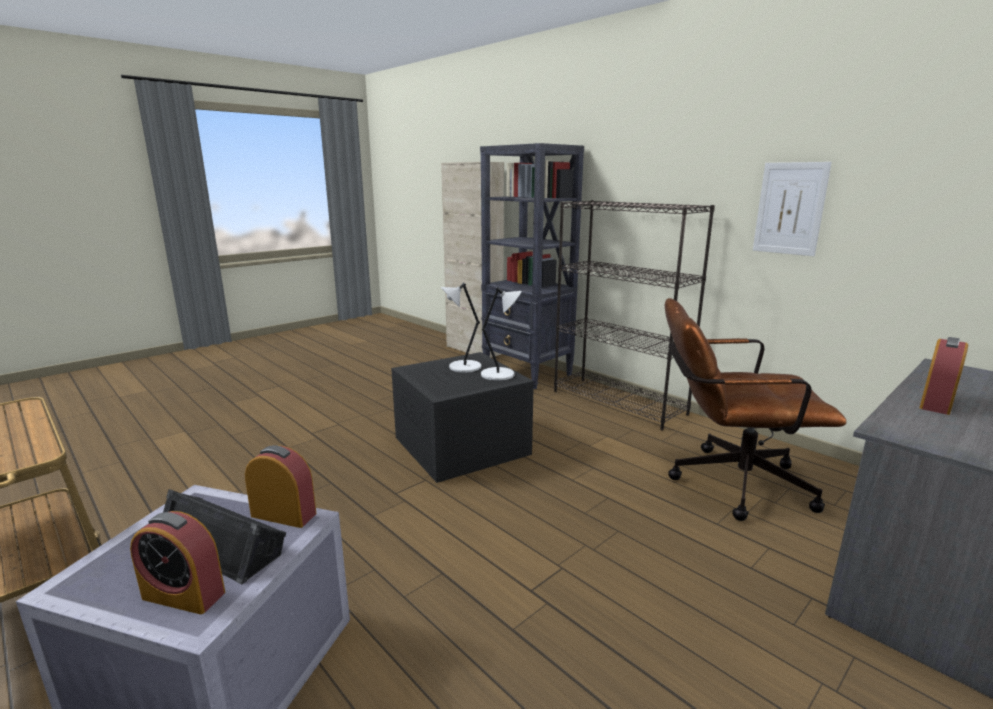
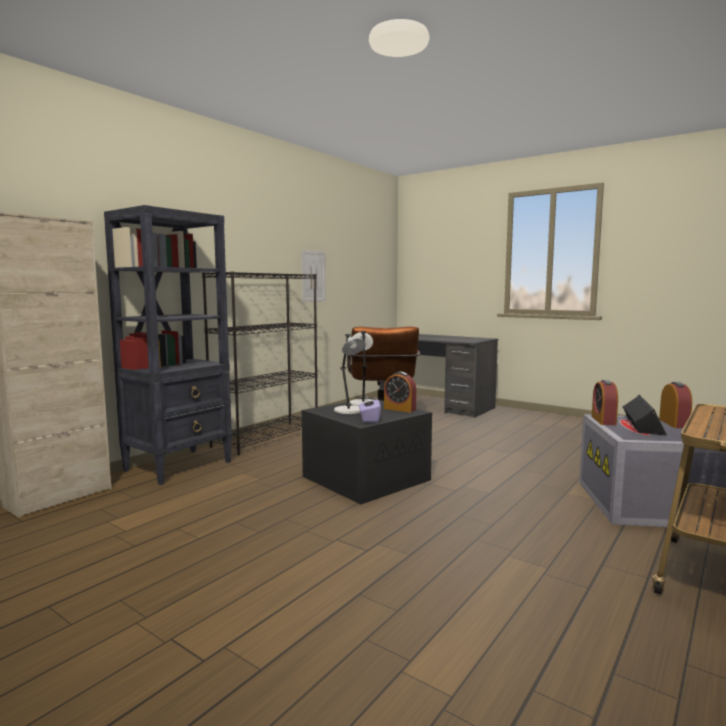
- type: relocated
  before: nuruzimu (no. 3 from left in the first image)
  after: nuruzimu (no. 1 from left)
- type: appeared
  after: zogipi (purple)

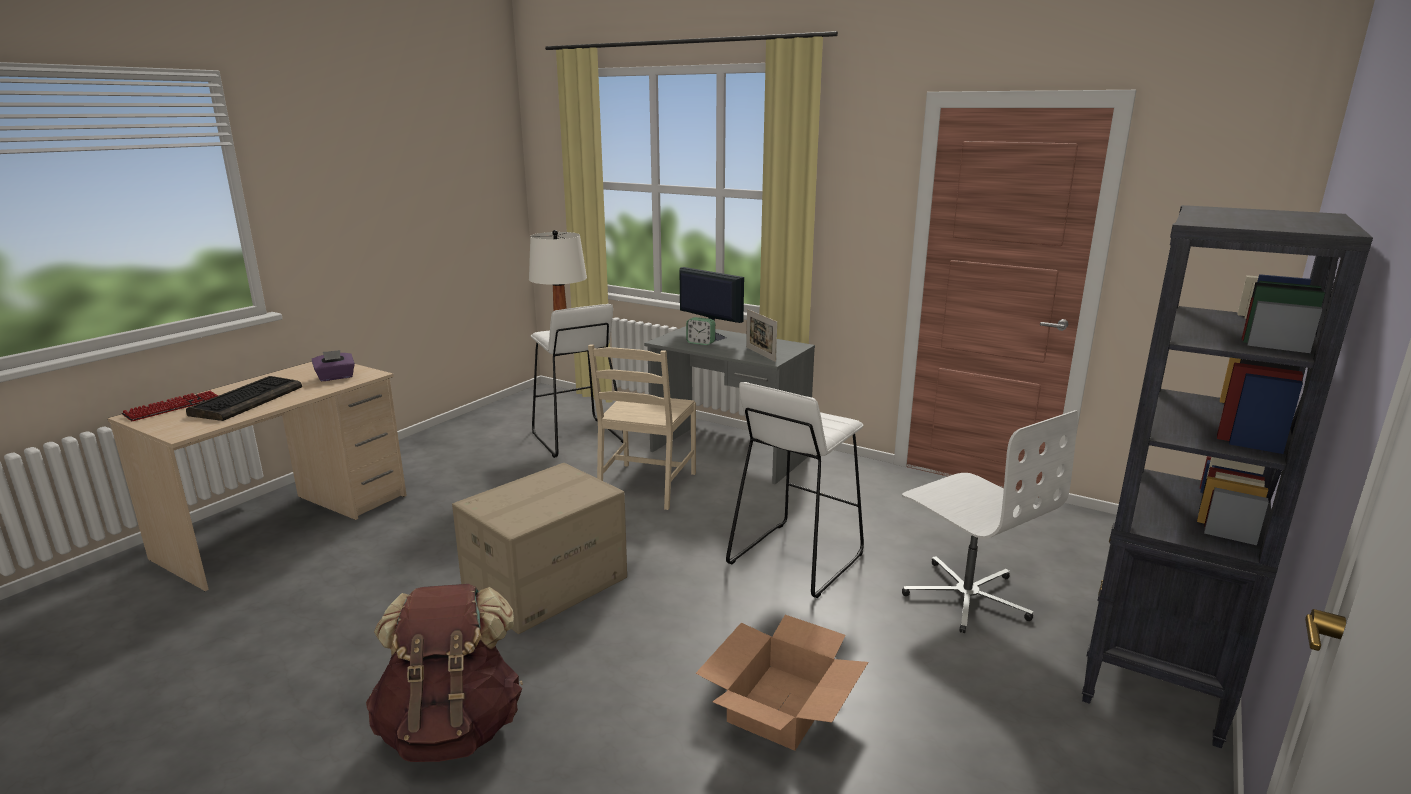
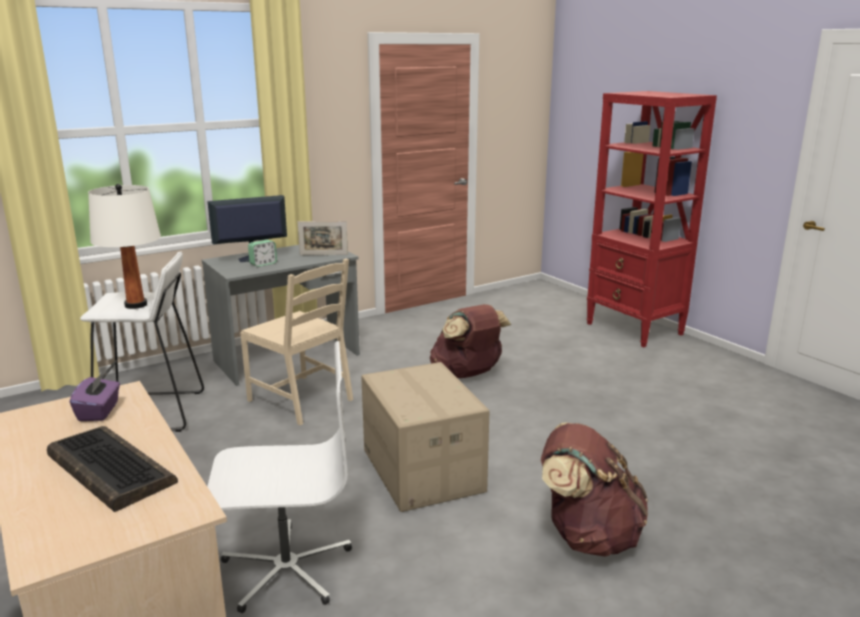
- type: missing
  before: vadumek (no. 1 from left)
- type: missing
  before: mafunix (no. 2 from left)
- type: exchanged
  before: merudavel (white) (no. 2 from left)
  after: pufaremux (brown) (no. 1 from left)
- type: relocated
  before: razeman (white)
- type: colour
  before: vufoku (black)
  after: vufoku (red)

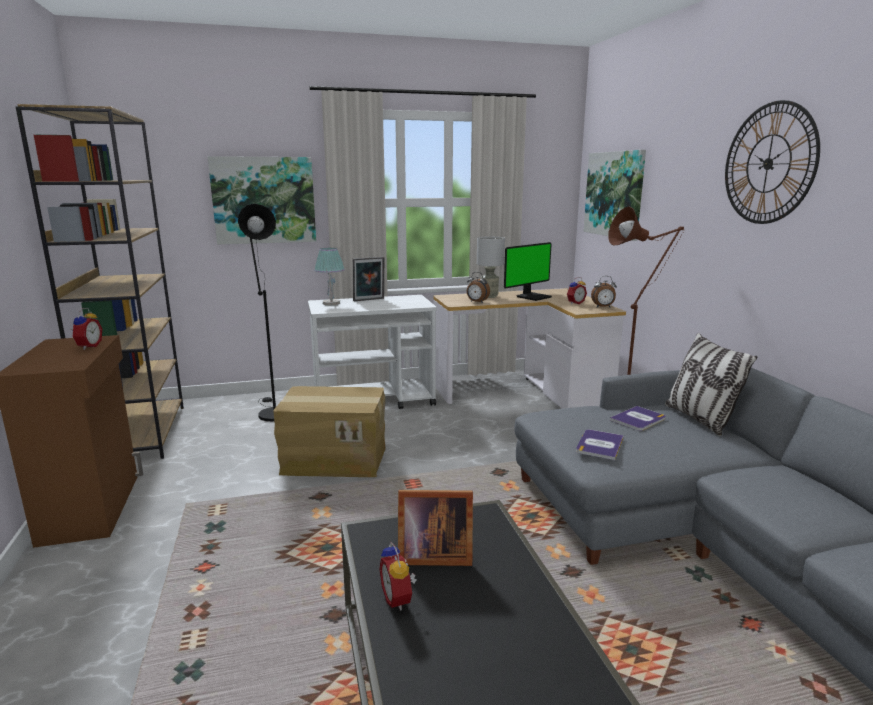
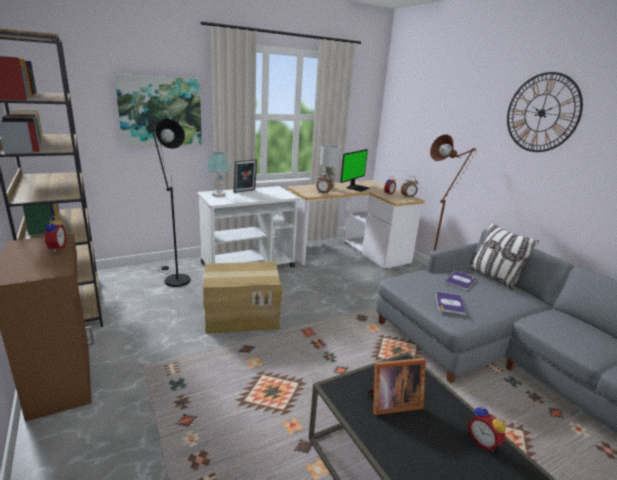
- type: relocated
  before: nuruzimu (no. 2 from left in the first image)
  after: nuruzimu (no. 5 from left)
- type: missing
  before: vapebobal (no. 2 from left)

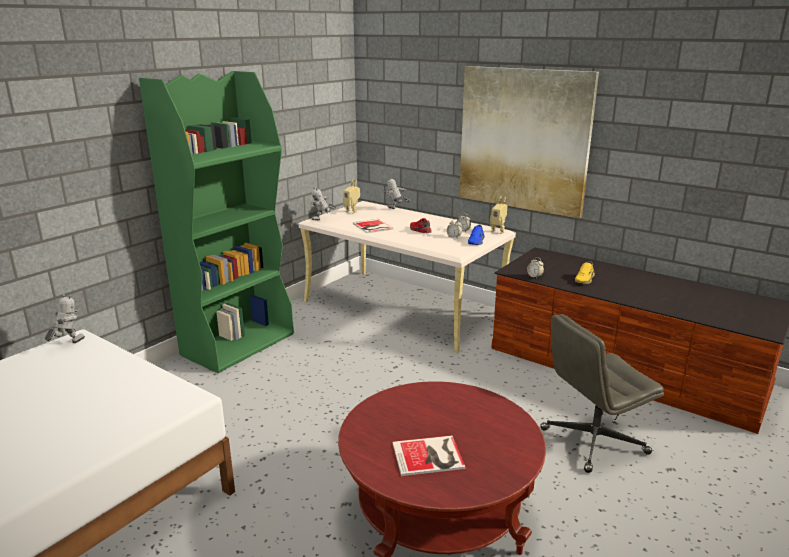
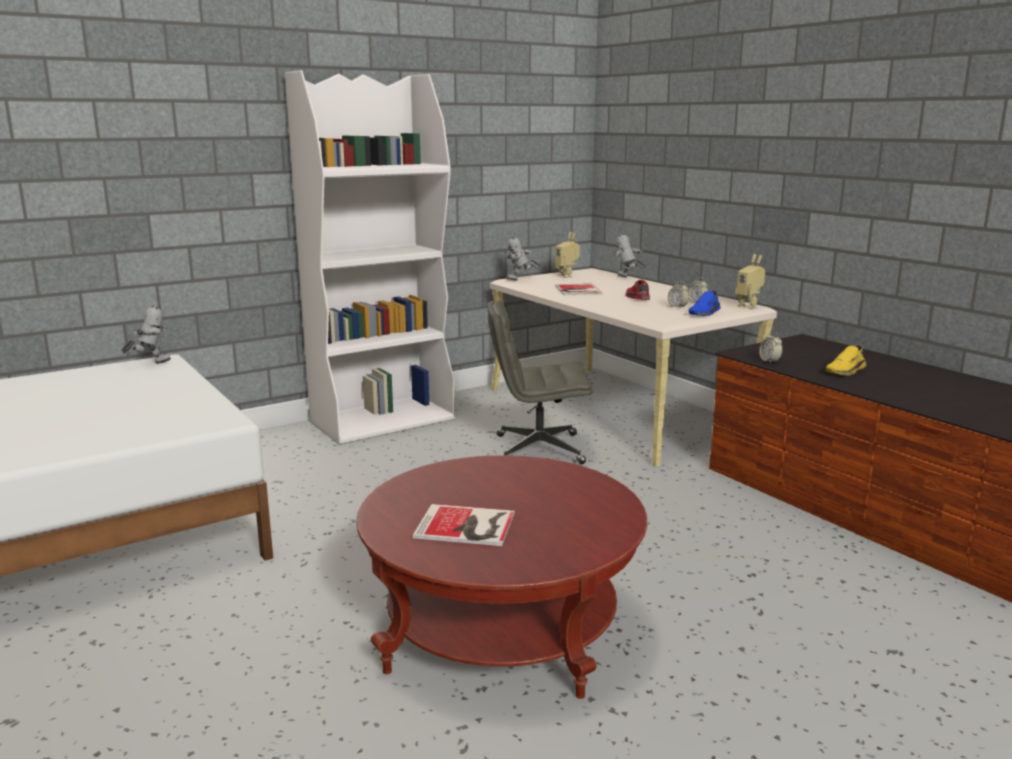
- type: colour
  before: vufoku (green)
  after: vufoku (white)
- type: missing
  before: vapebobal
- type: relocated
  before: razeman (grey)

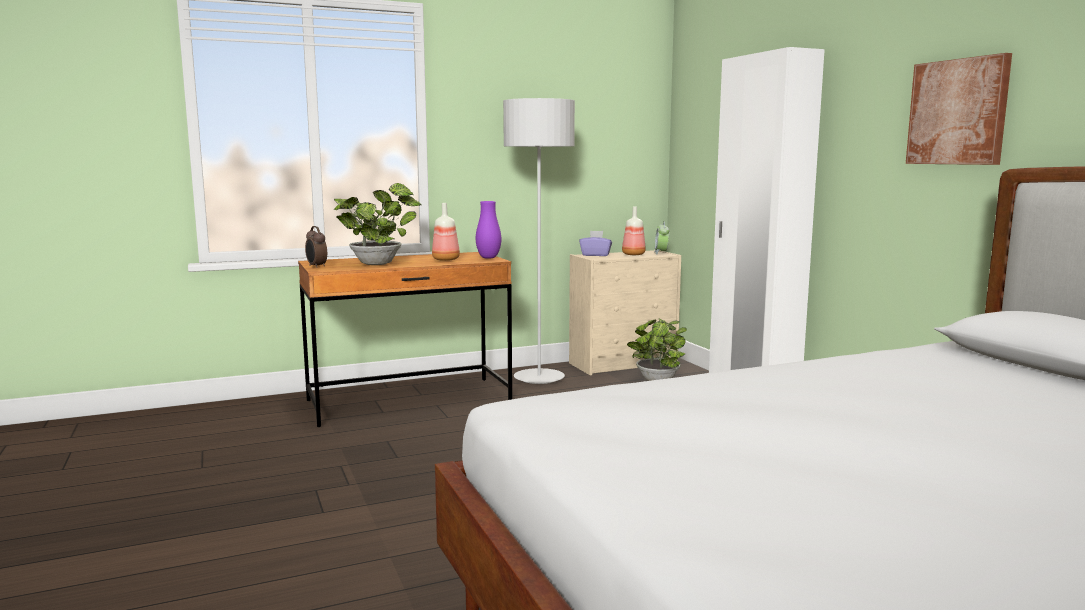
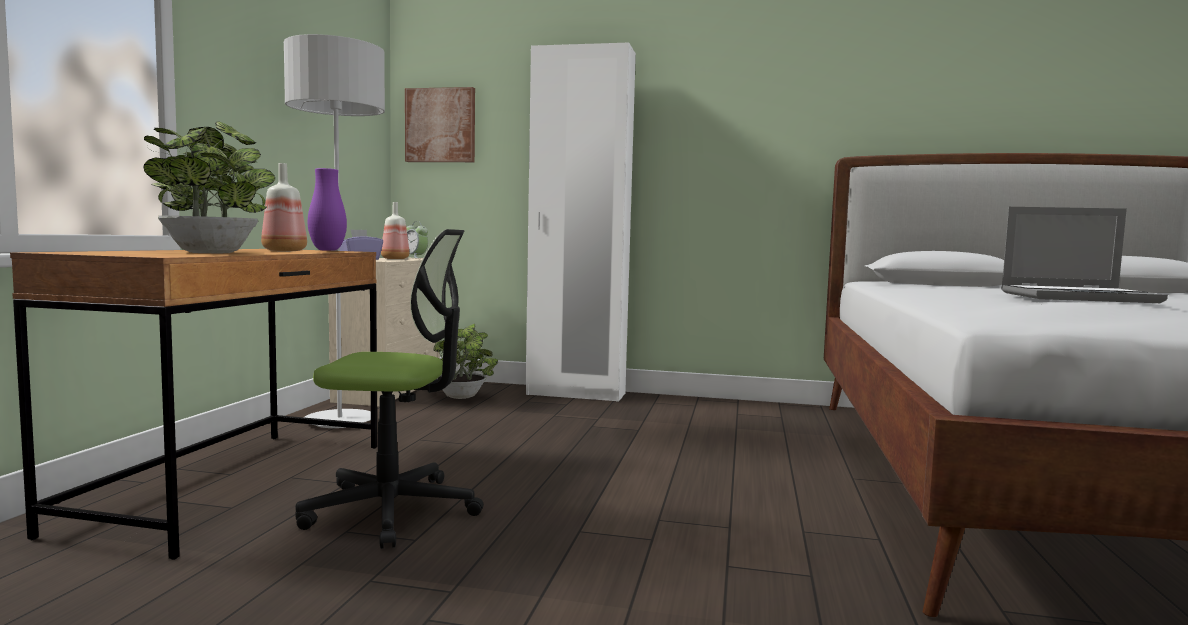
- type: missing
  before: nuruzimu (no. 1 from left)
- type: relocated
  before: vapebobal
- type: appeared
  after: razeman
- type: appeared
  after: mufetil

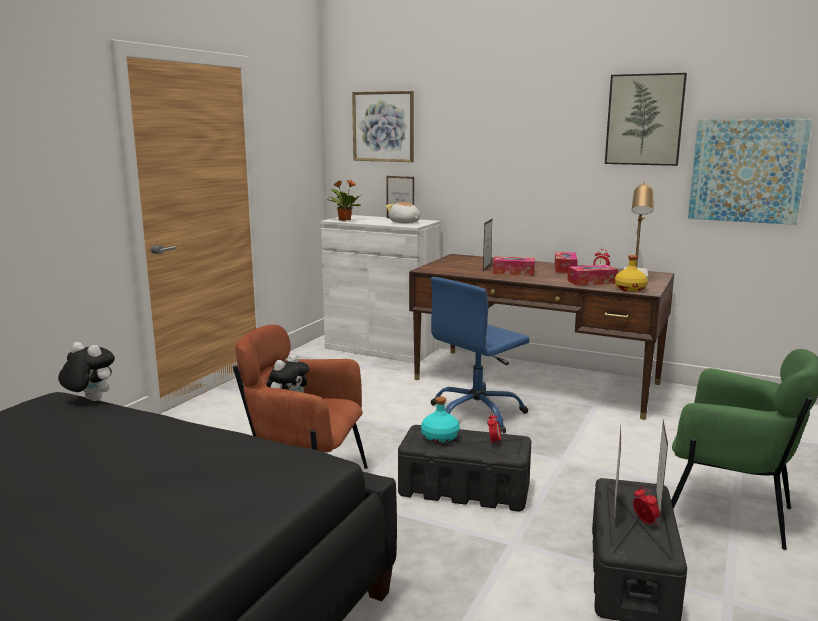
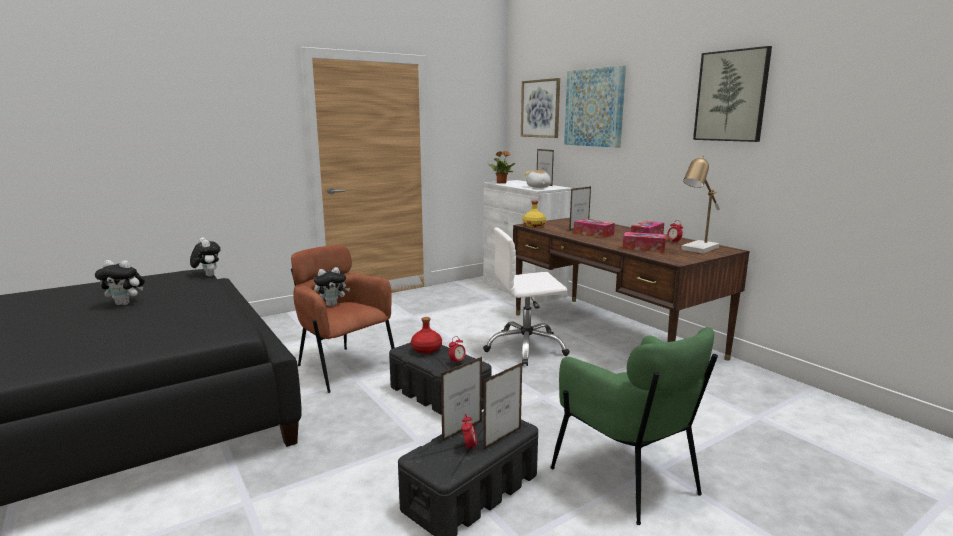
- type: colour
  before: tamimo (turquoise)
  after: tamimo (red)
- type: colour
  before: razeman (blue)
  after: razeman (white)
- type: relocated
  before: tamimo (yellow)
- type: relocated
  before: vapebobal (no. 3 from left in the first image)
  after: vapebobal (no. 2 from left)
- type: appeared
  after: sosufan (no. 1 from left)

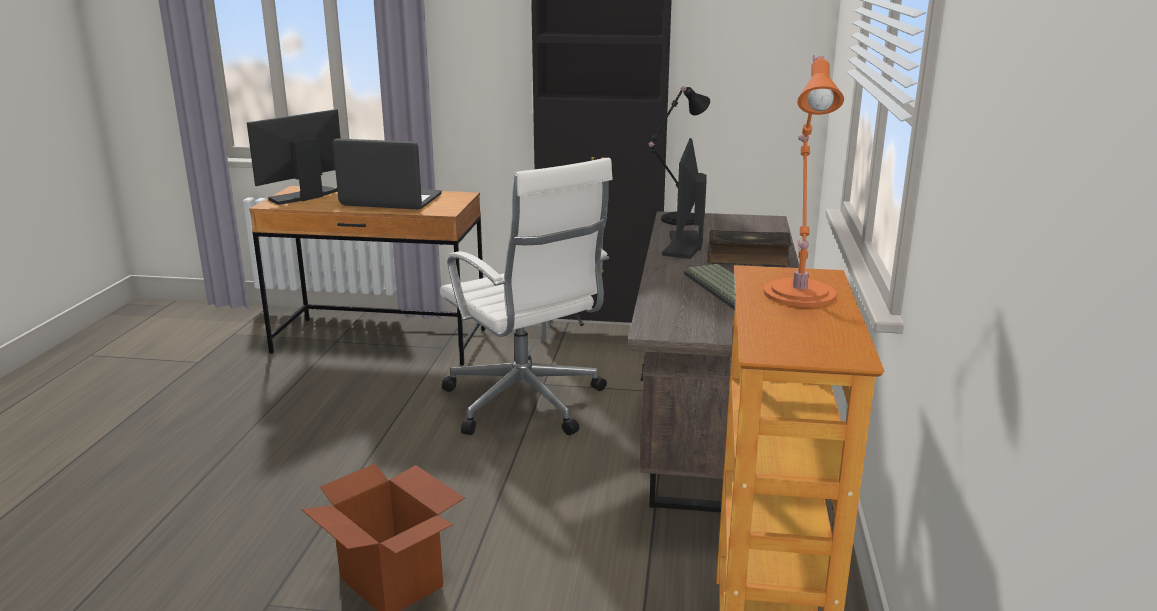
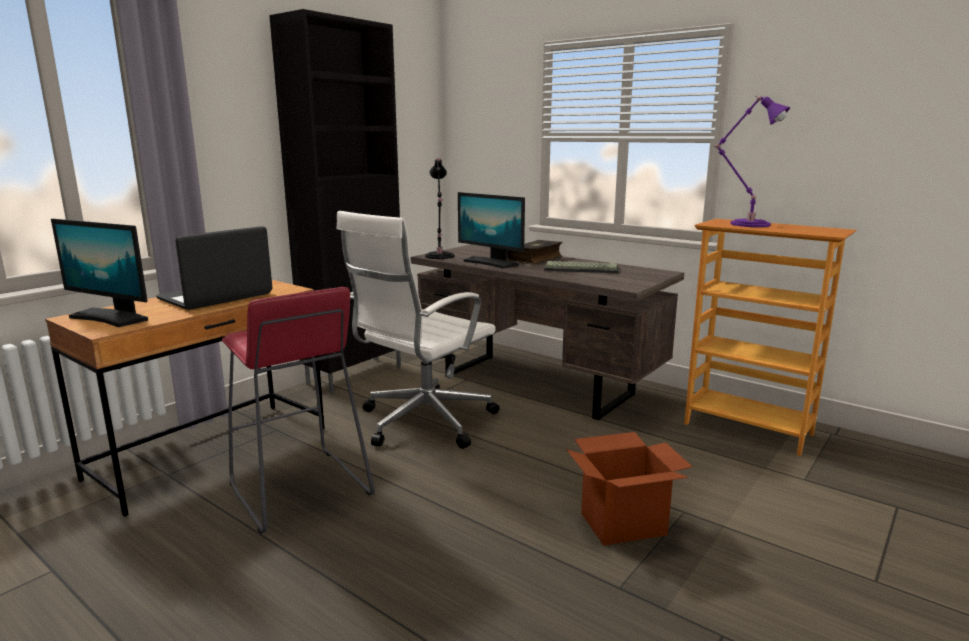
- type: spun
  before: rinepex (no. 1 from left)
  turn: -45
- type: spun
  before: razeman (white)
  turn: 135
- type: colour
  before: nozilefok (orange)
  after: nozilefok (purple)
- type: appeared
  after: merudavel (red)

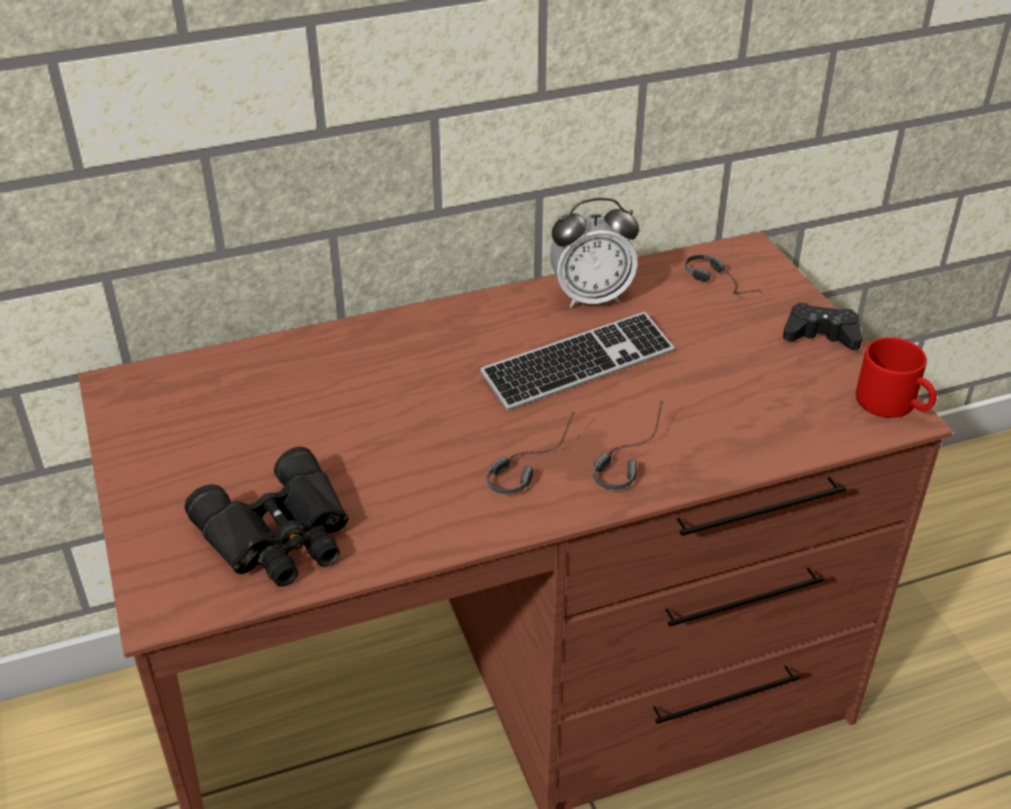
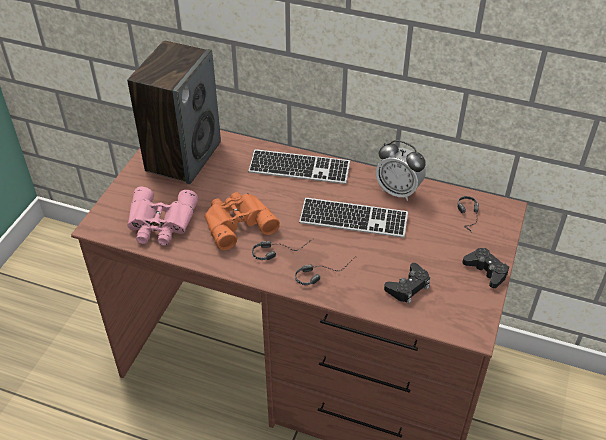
- type: colour
  before: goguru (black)
  after: goguru (pink)
- type: missing
  before: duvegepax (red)
- type: appeared
  after: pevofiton
- type: appeared
  after: goguru (orange)
- type: appeared
  after: vadumek (no. 1 from left)
- type: appeared
  after: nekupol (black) (no. 1 from left)

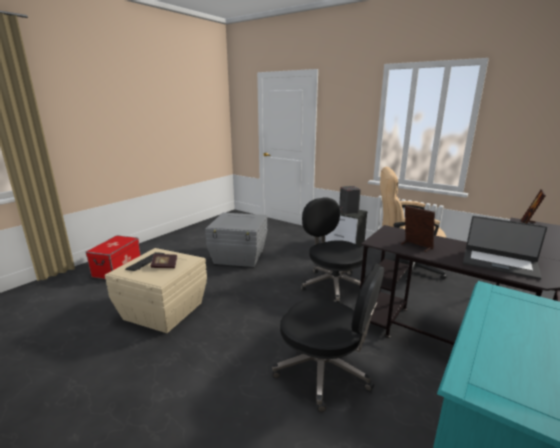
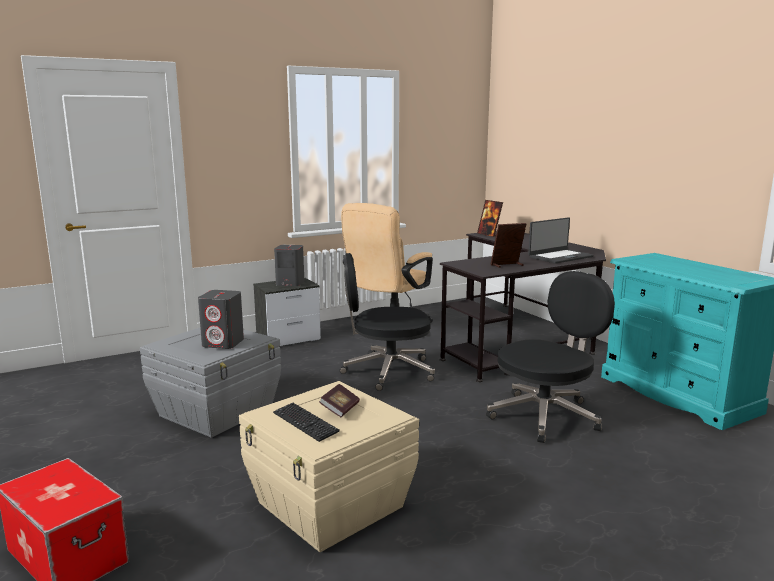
- type: appeared
  after: pevofiton (grey) (no. 1 from left)

